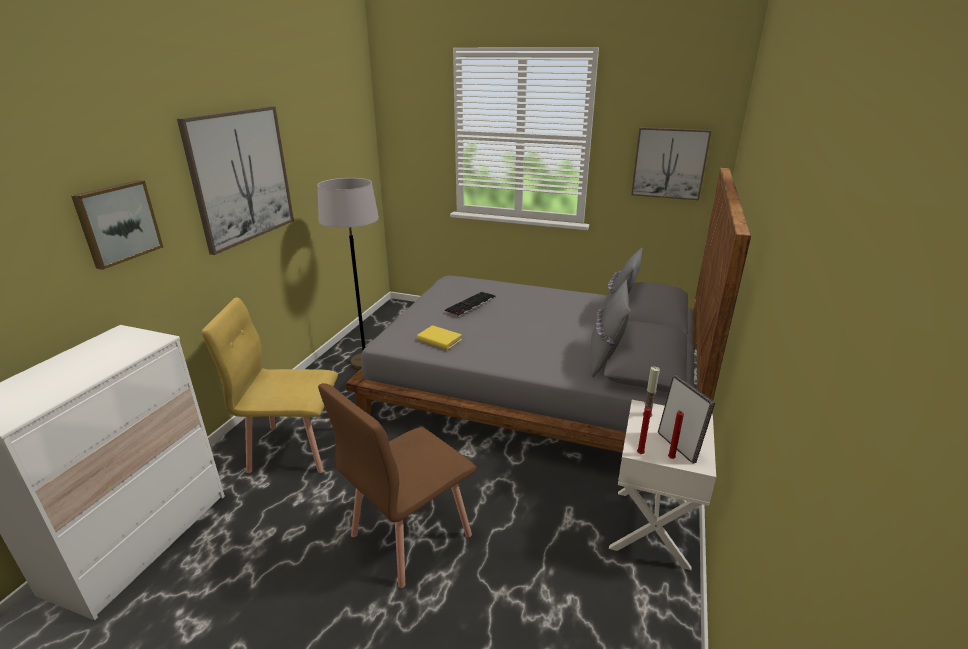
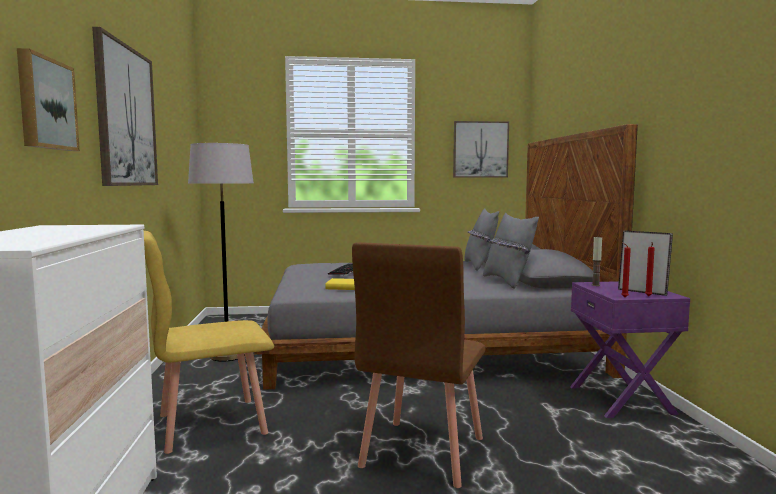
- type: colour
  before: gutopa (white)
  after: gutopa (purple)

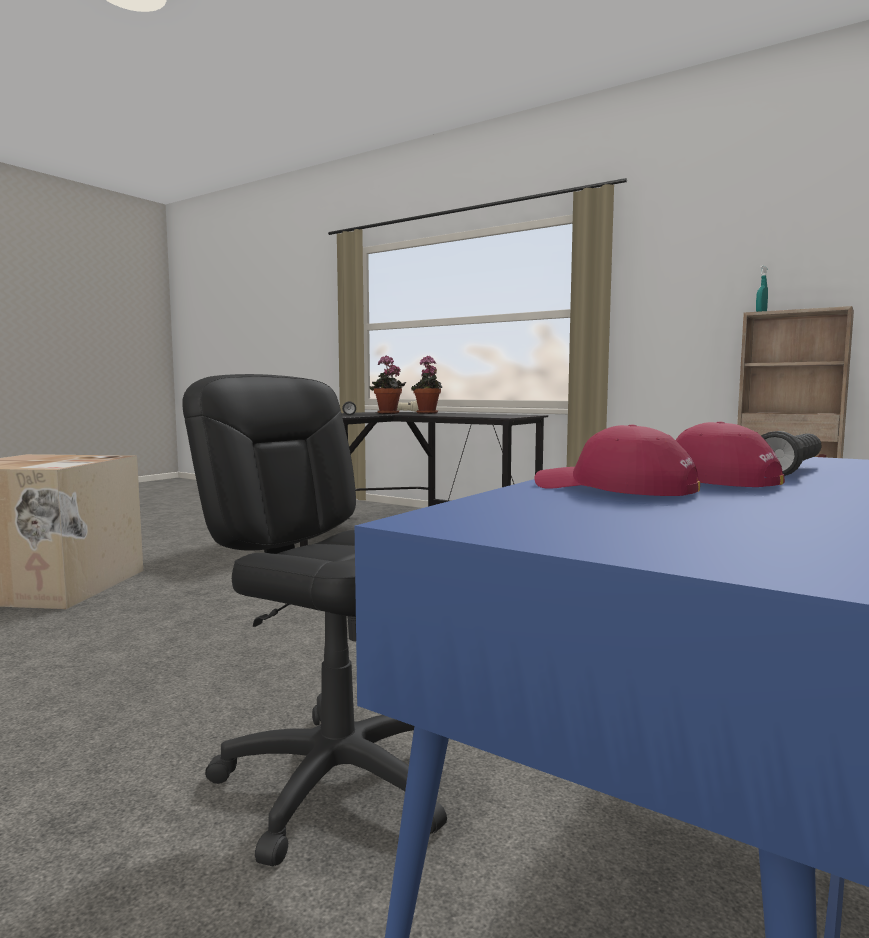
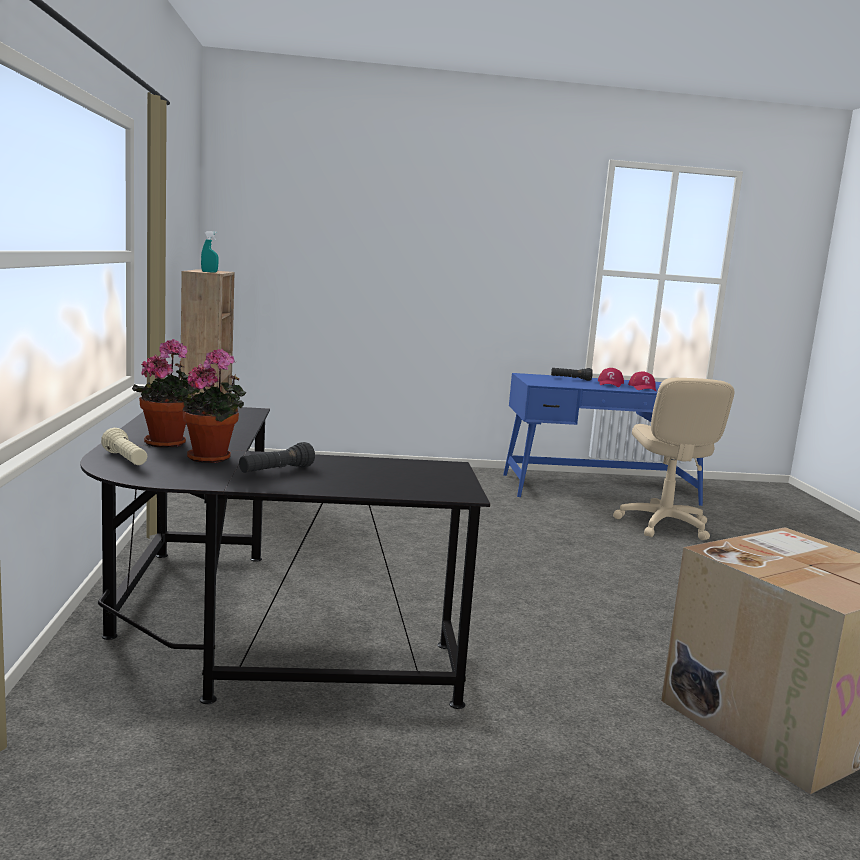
- type: colour
  before: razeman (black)
  after: razeman (beige)

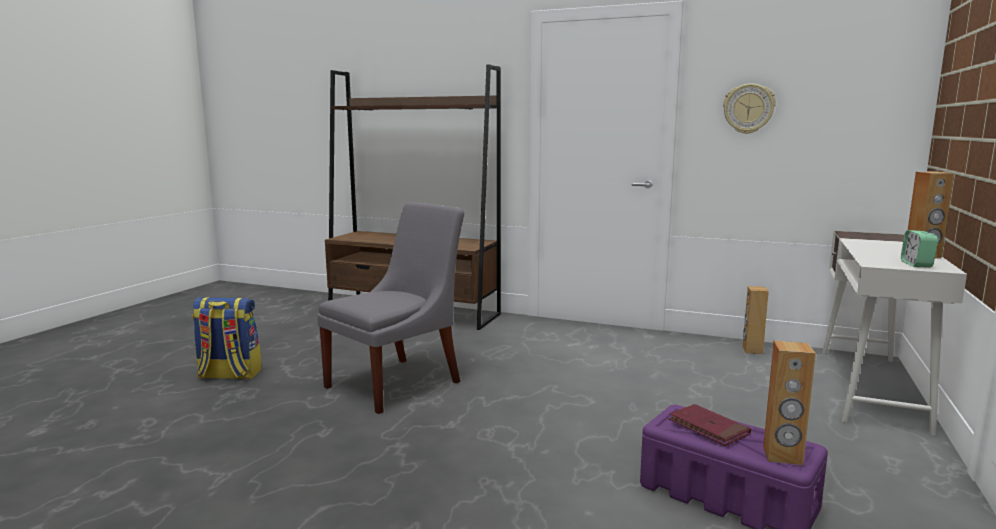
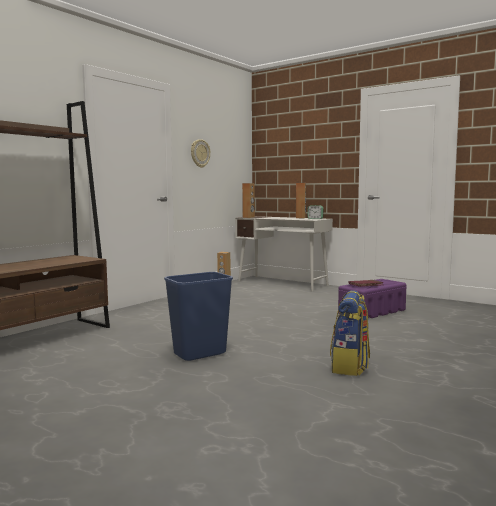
- type: relocated
  before: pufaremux
- type: exchanged
  before: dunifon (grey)
  after: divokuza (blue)
- type: relocated
  before: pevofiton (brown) (no. 2 from left)

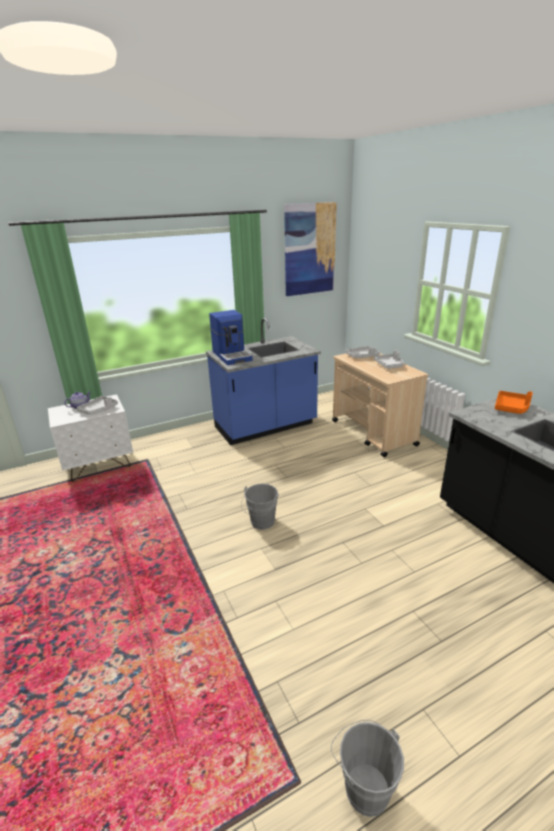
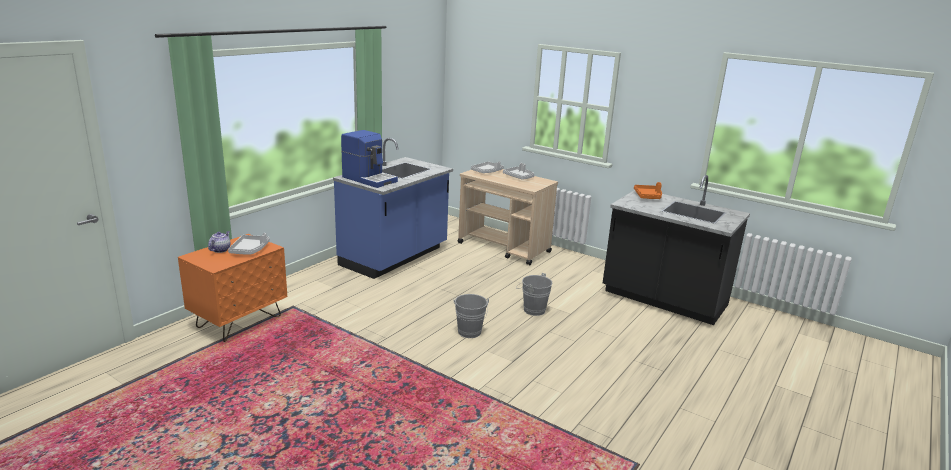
- type: colour
  before: gutopa (white)
  after: gutopa (orange)
- type: missing
  before: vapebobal
- type: relocated
  before: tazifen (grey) (no. 2 from left)

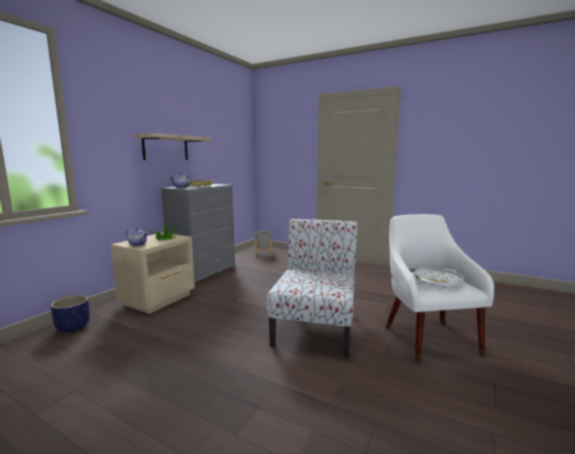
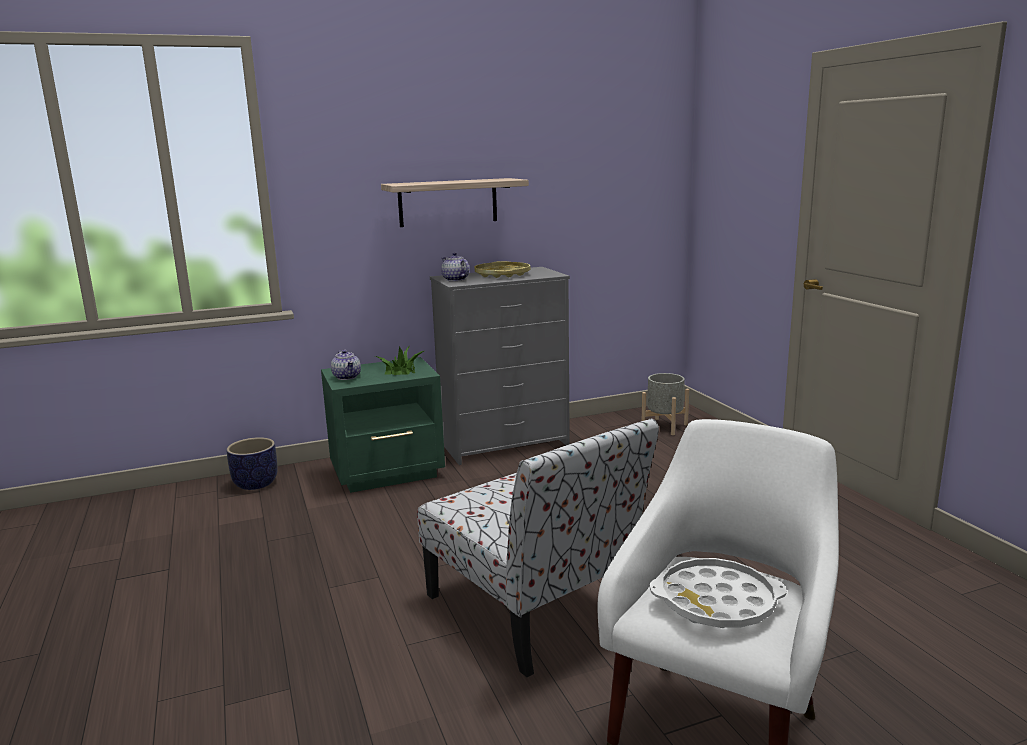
- type: colour
  before: gutopa (beige)
  after: gutopa (green)
- type: spun
  before: dunifon
  turn: 90

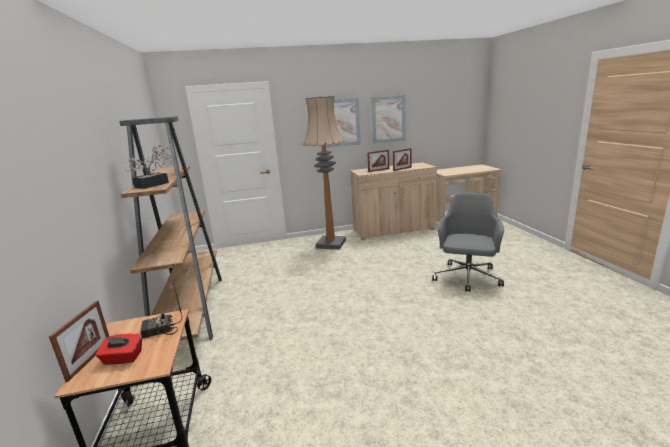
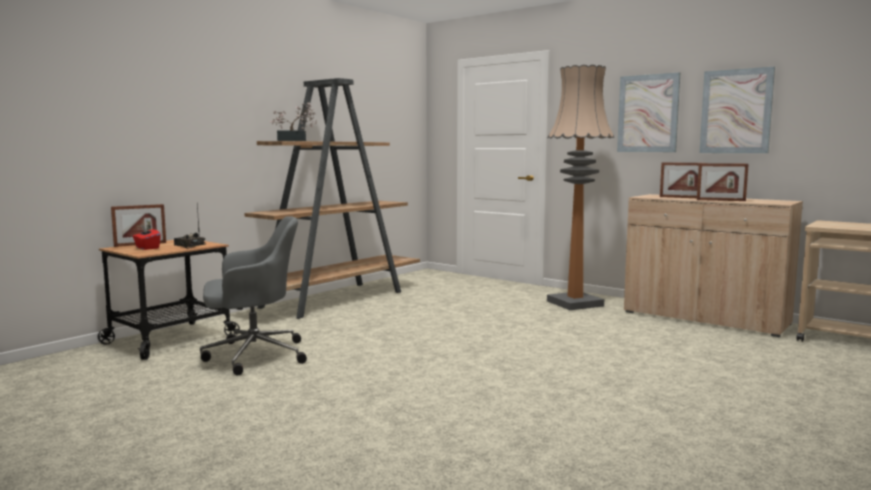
- type: relocated
  before: razeman (grey)

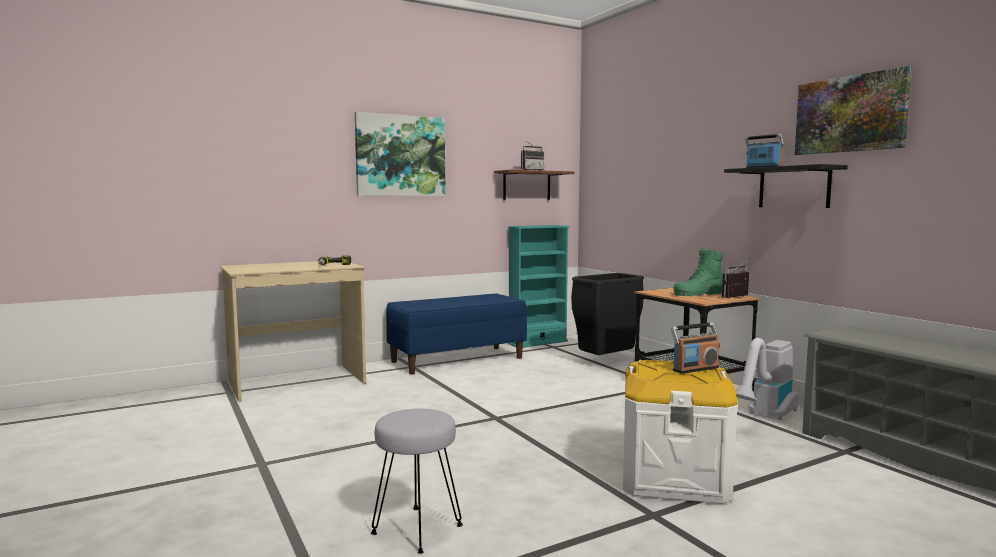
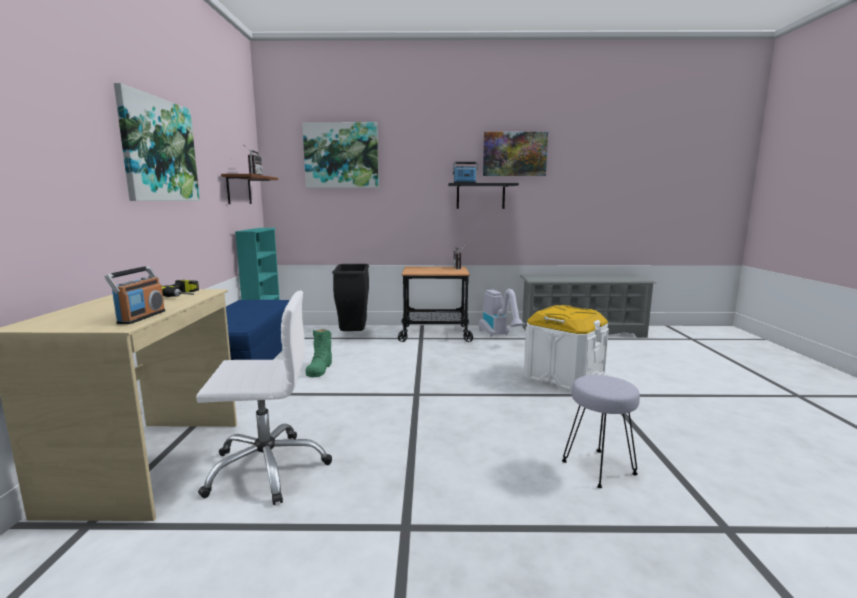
- type: relocated
  before: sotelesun (no. 2 from left in the first image)
  after: sotelesun (no. 1 from left)
- type: relocated
  before: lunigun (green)
- type: appeared
  after: razeman (white)
- type: appeared
  after: vapebobal (no. 2 from left)

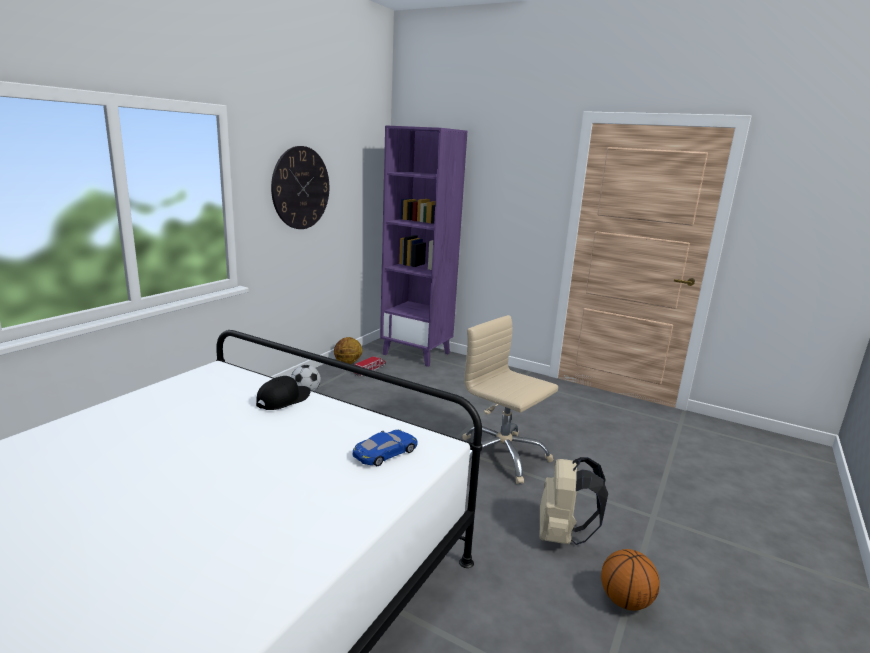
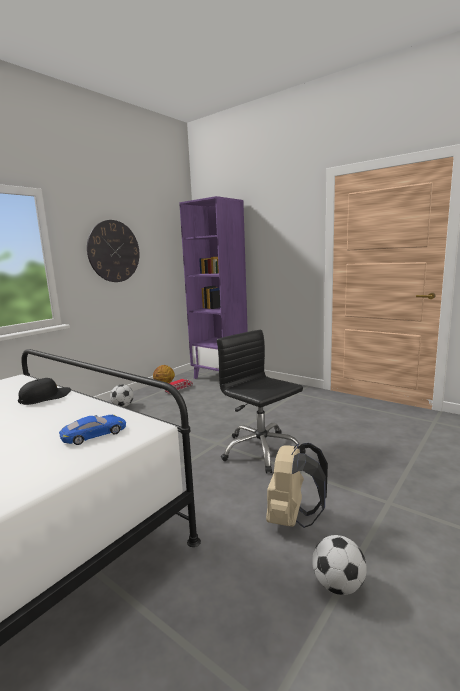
- type: colour
  before: razeman (beige)
  after: razeman (black)
- type: exchanged
  before: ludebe (no. 2 from left)
  after: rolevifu (no. 2 from left)

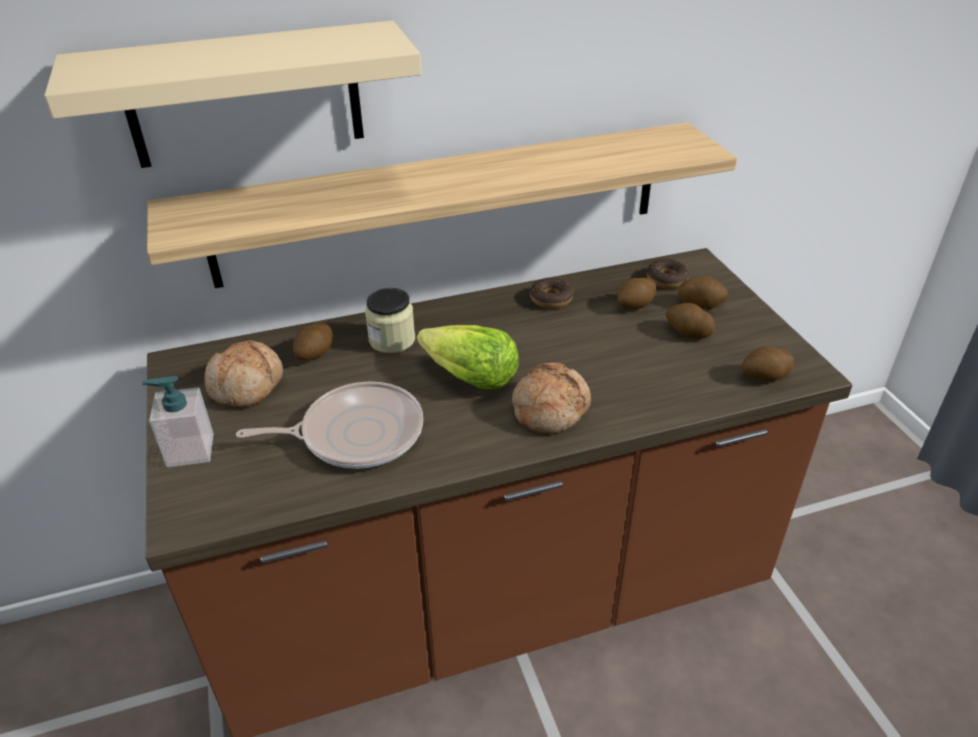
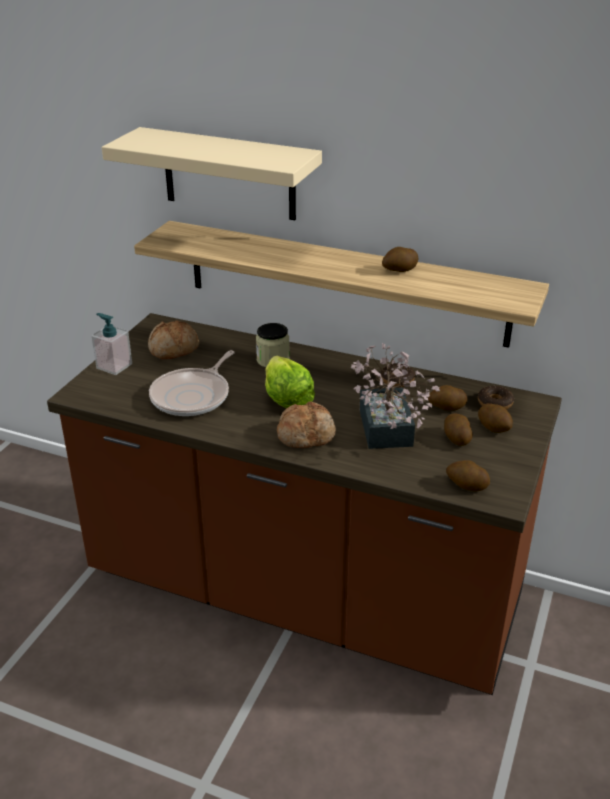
- type: spun
  before: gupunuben
  turn: 90
- type: relocated
  before: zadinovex (no. 1 from left)
- type: appeared
  after: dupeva

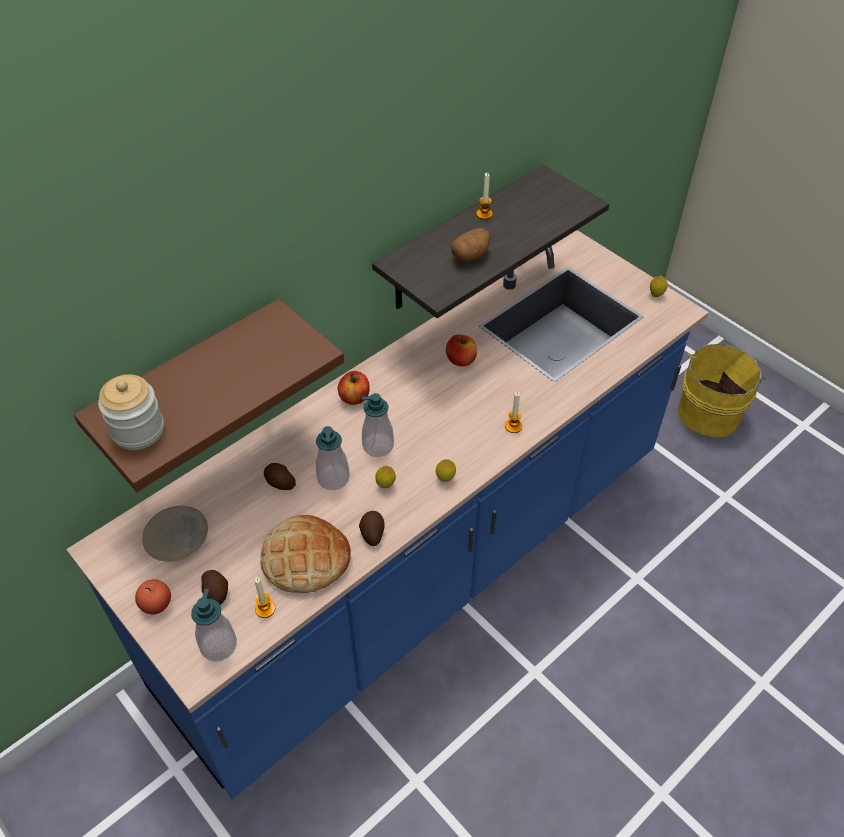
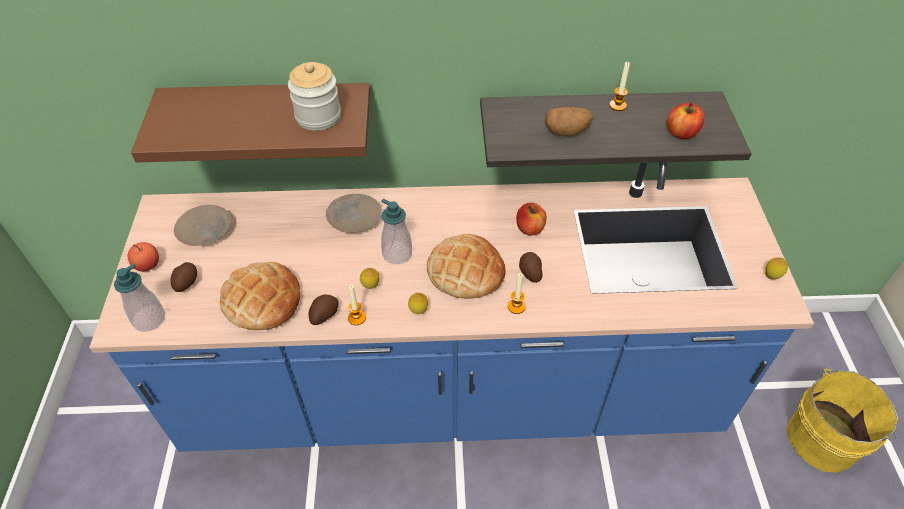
- type: relocated
  before: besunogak
- type: relocated
  before: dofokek (no. 1 from left)
- type: relocated
  before: zadinovex (no. 2 from left in the first image)
  after: zadinovex (no. 3 from left)
- type: missing
  before: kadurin (no. 2 from left)
- type: relocated
  before: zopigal (no. 2 from left in the first image)
  after: zopigal (no. 3 from left)
- type: appeared
  after: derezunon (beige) (no. 2 from left)
- type: appeared
  after: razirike (no. 2 from left)

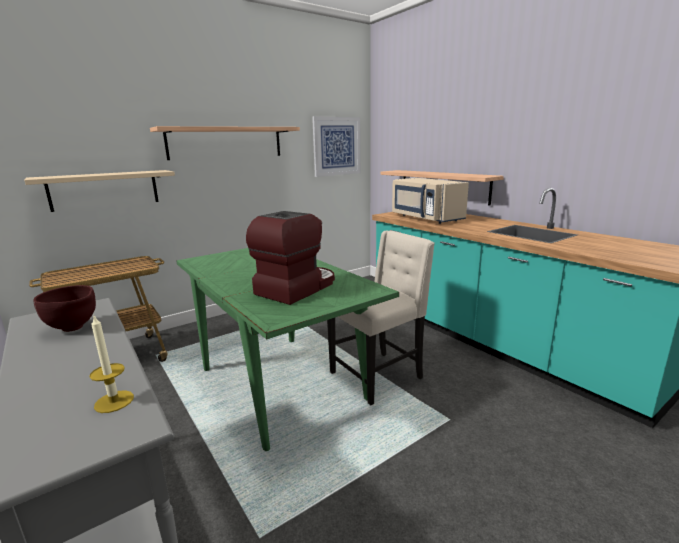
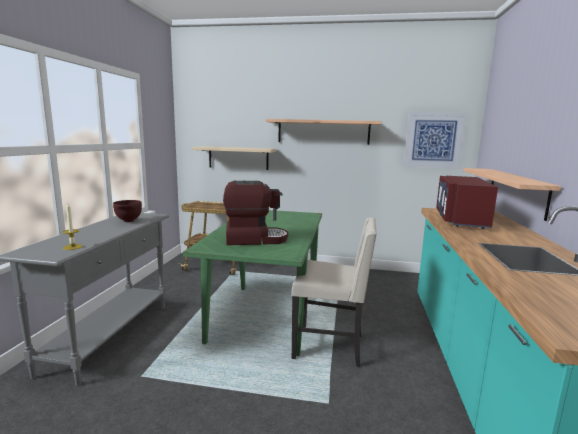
- type: colour
  before: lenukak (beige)
  after: lenukak (red)

